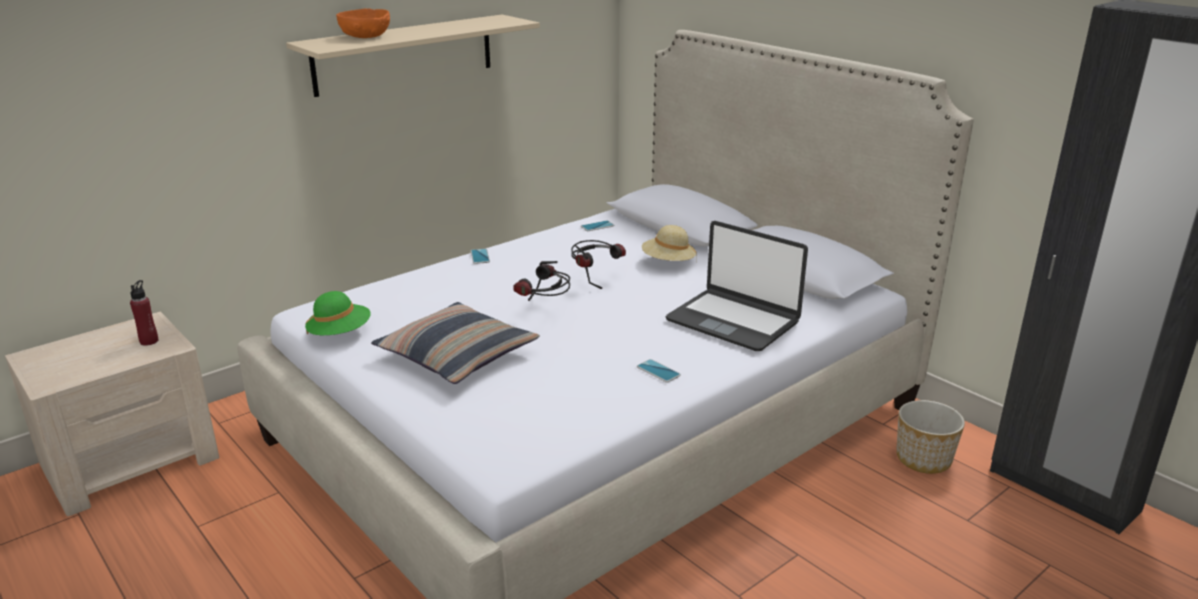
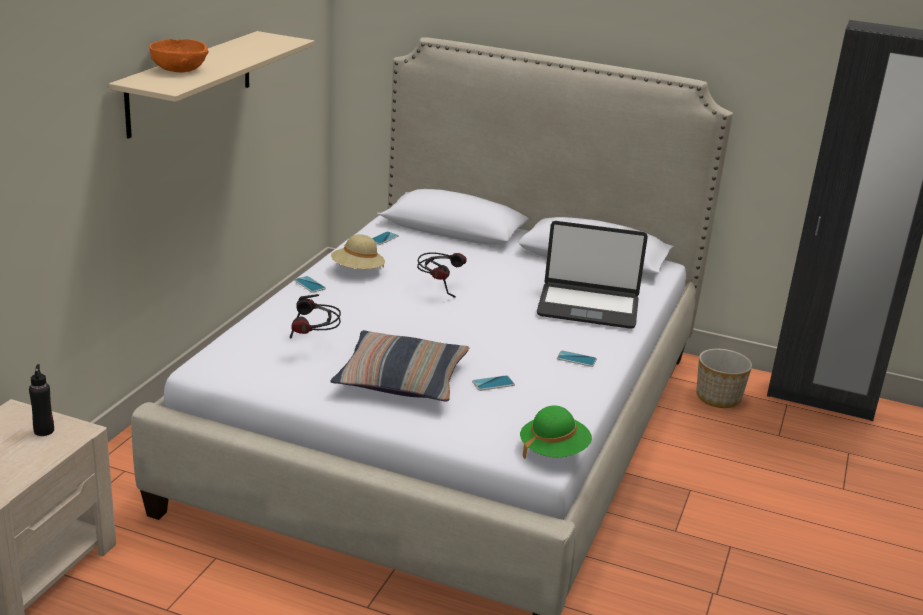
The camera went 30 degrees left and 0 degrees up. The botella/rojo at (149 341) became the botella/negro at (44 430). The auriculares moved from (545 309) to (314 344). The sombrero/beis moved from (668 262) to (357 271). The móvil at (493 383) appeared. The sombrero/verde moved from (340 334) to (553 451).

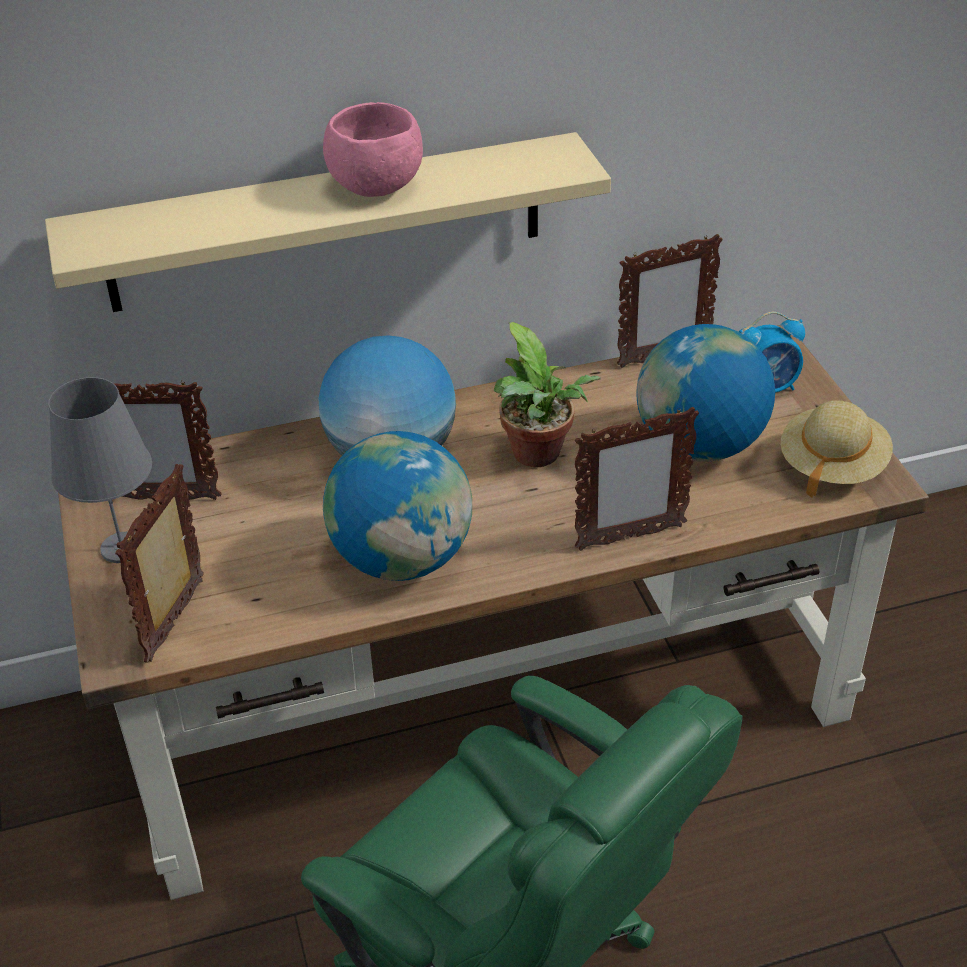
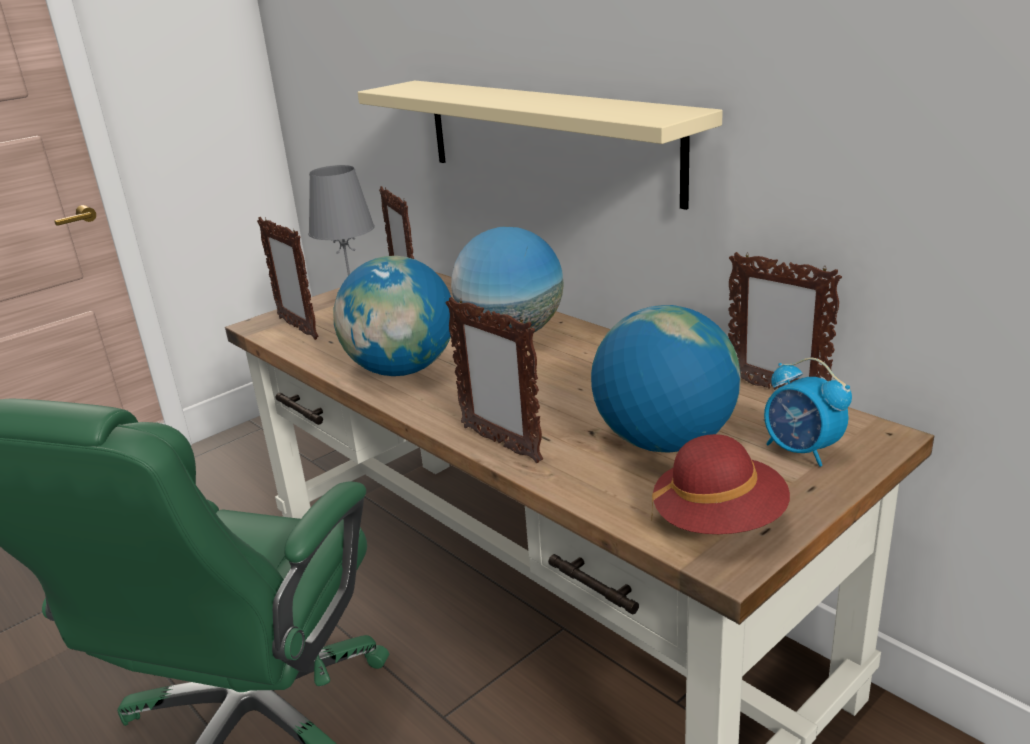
The camera went 65 degrees right and 15 degrees down. The portarretratos at (177 620) turned 120 degrees counterclockwise. The sombrero/beis at (832 466) became the sombrero/rojo at (719 521). The cuenco/rosa at (376 188) disappeared. The planta en maceta at (539 456) disappeared.

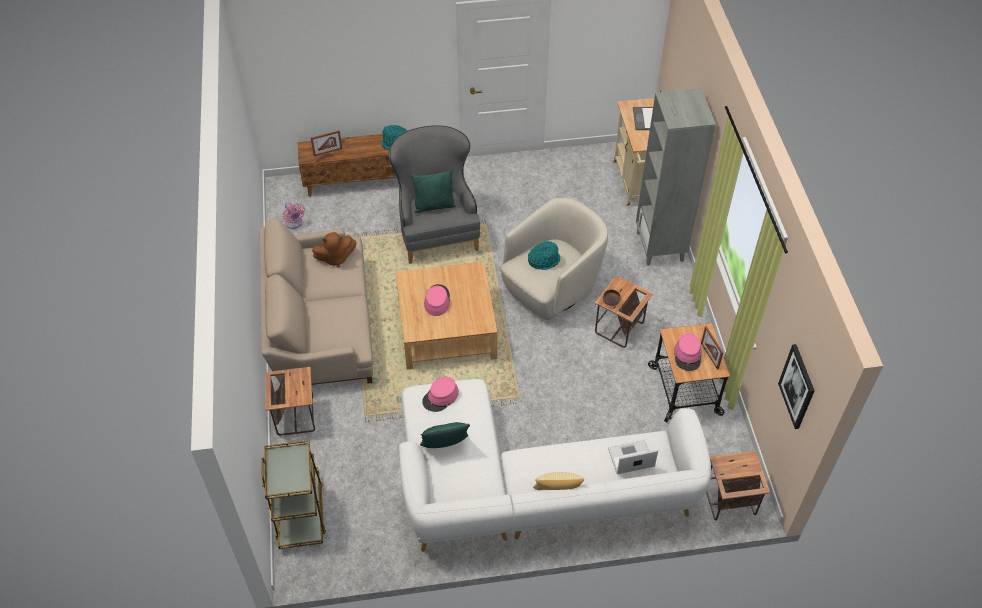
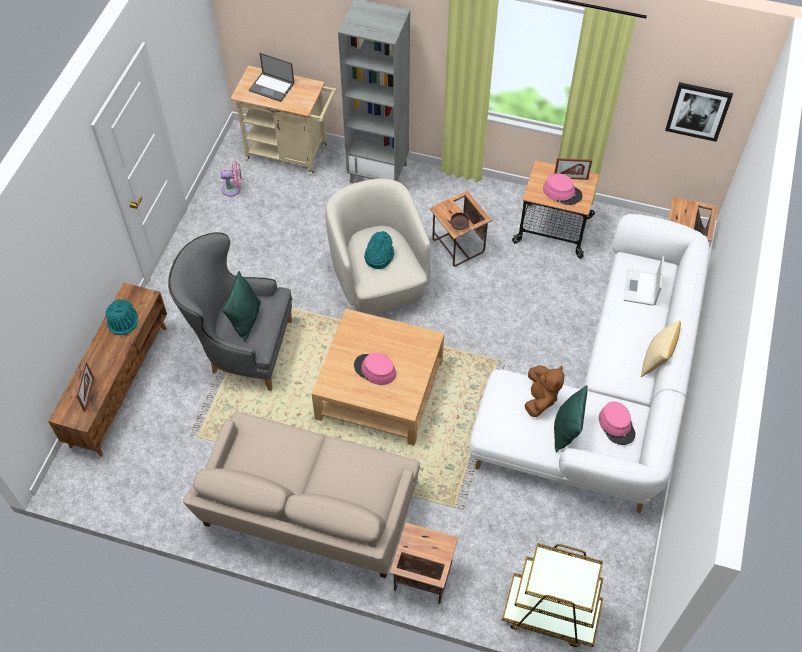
The camera went 65 degrees left and 5 degrees up. The ventilador/rosa moved from (294 223) to (233 189). The peluche/marrón moved from (335 258) to (540 398). The sombrero/rosa moved from (440 397) to (617 425).

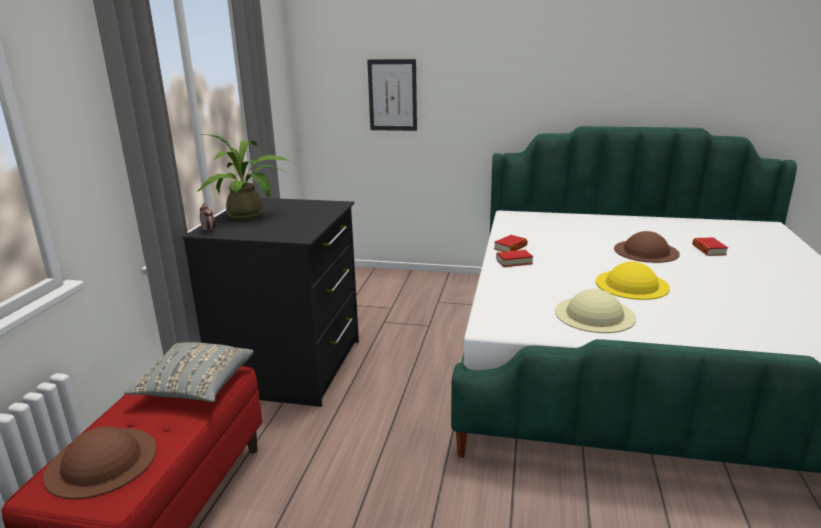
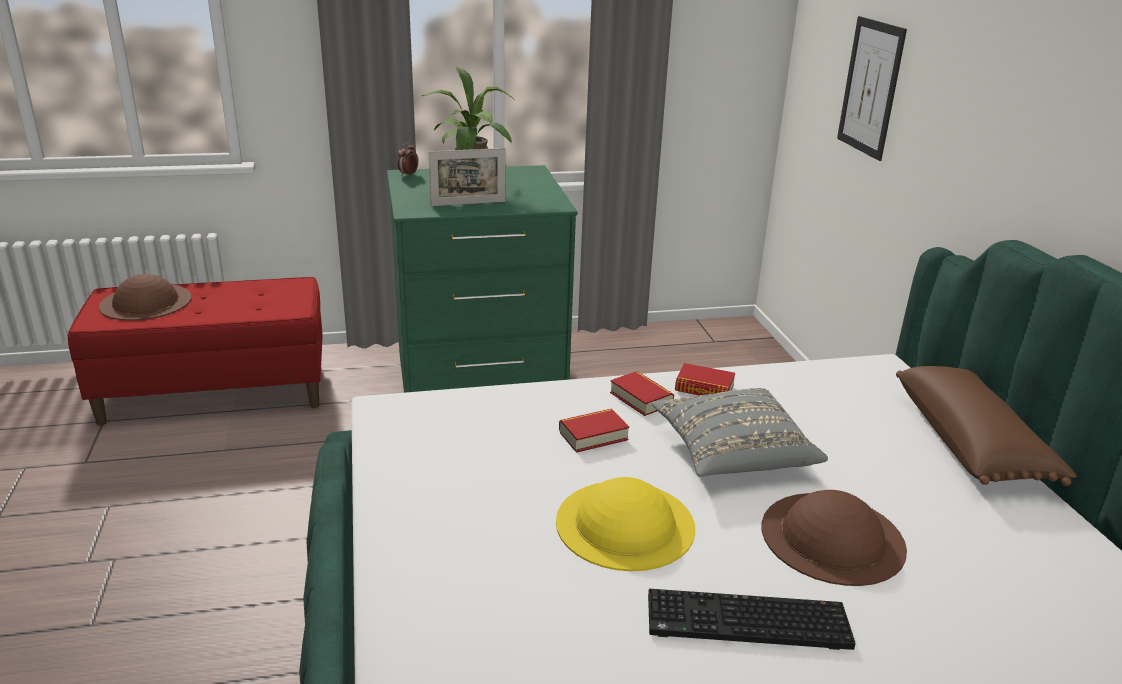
The camera went 65 degrees right and 5 degrees up. The cómoda/negro at (292 366) became the cómoda/verde at (480 381). The portarretratos at (468 203) appeared. The libro moved from (709 250) to (593 436). The teclado at (745 624) appeared. The cojín/gris moved from (195 387) to (732 453). The cojín/marrón at (971 444) appeared. The sombrero/beis at (594 314) disappeared.

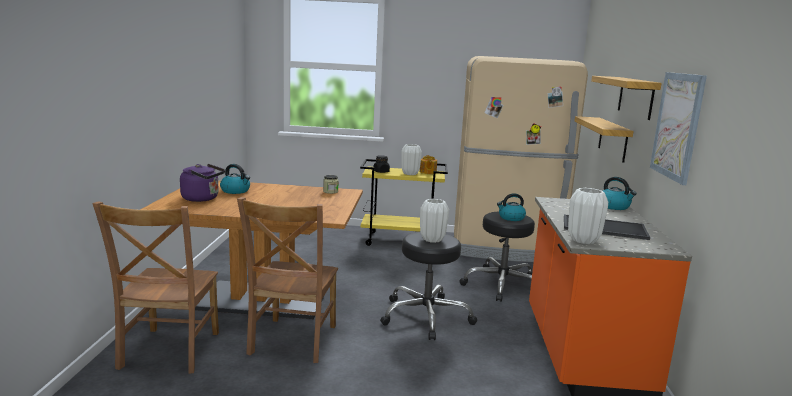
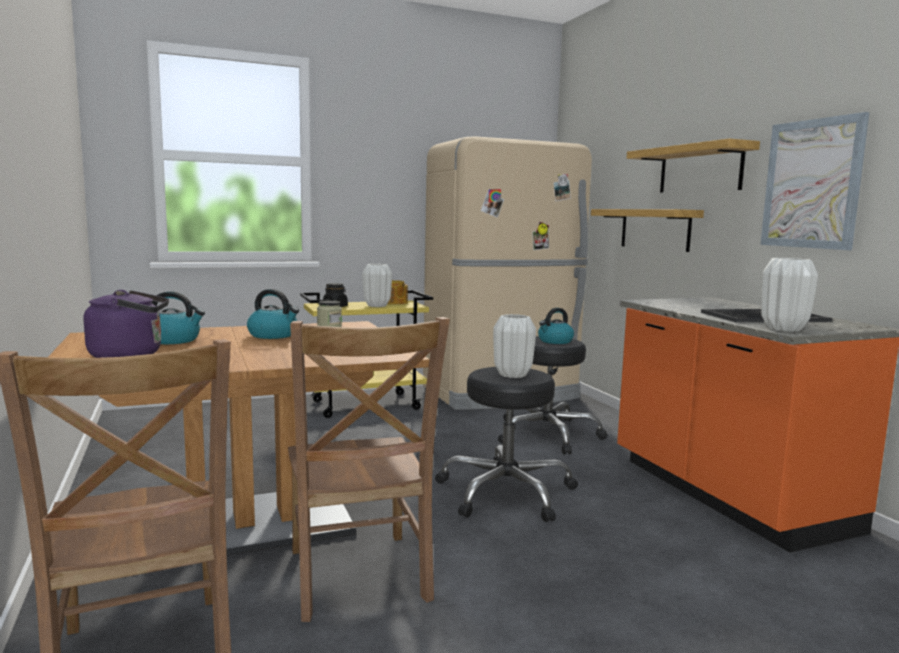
The camera went 25 degrees left and 5 degrees down. The hervidor moved from (614 206) to (273 335).

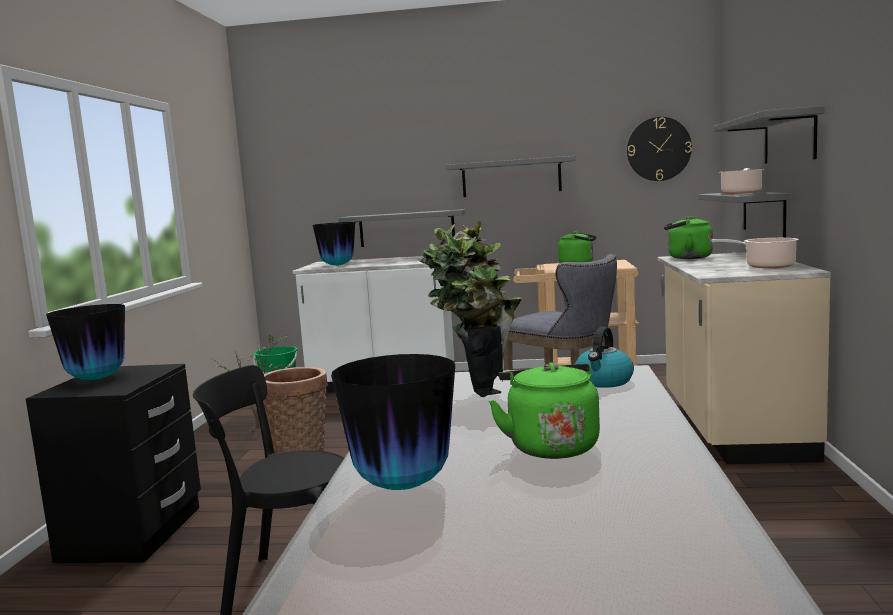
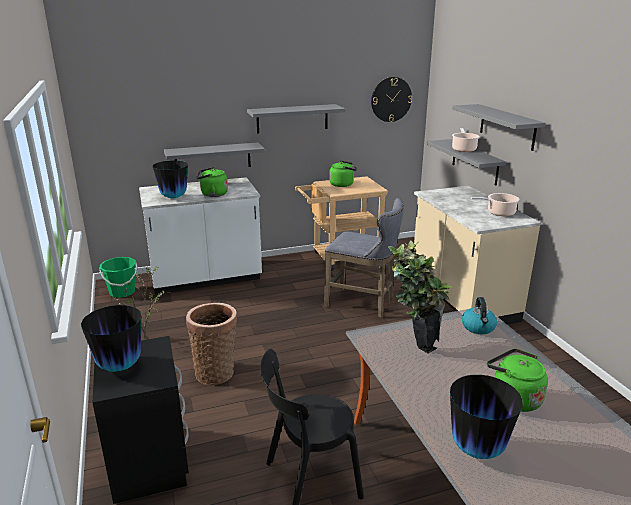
The camera went 25 degrees left and 15 degrees up. The hervidor/verde moved from (687 258) to (212 194).

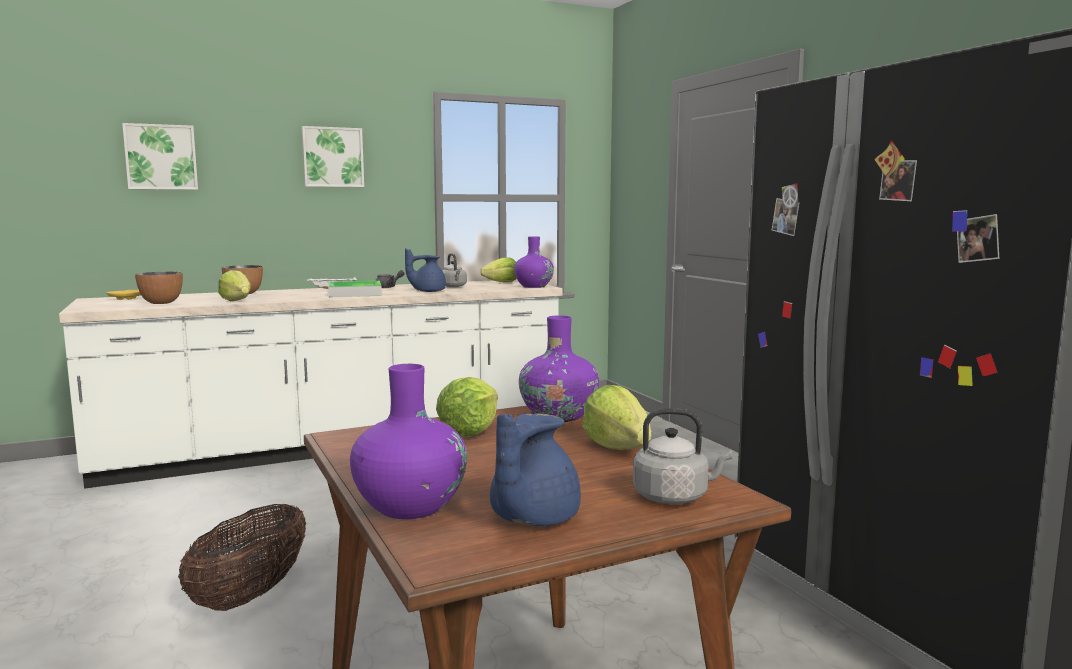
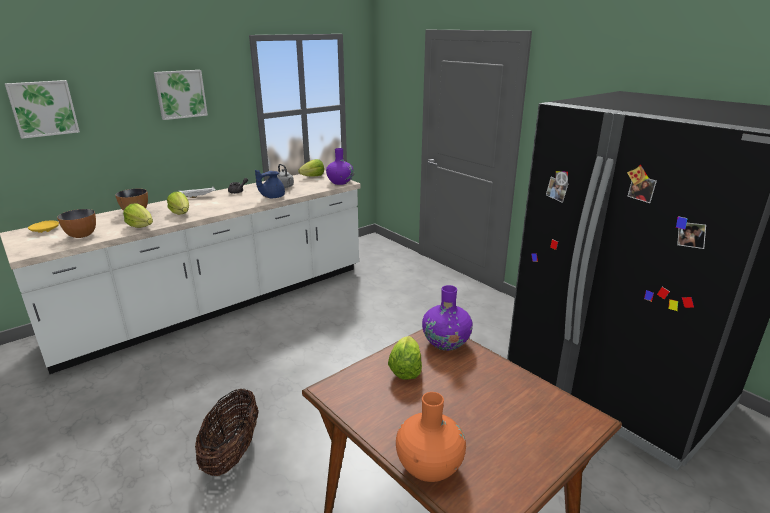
The camera went 15 degrees left and 15 degrees up. The lechuga moved from (618 447) to (181 213). The florero/morado at (410 506) became the florero/naranja at (429 466). The bandeja at (355 293) disappeared. The tetera/azul at (531 518) disappeared. The hervidor/gris at (674 497) disappeared.

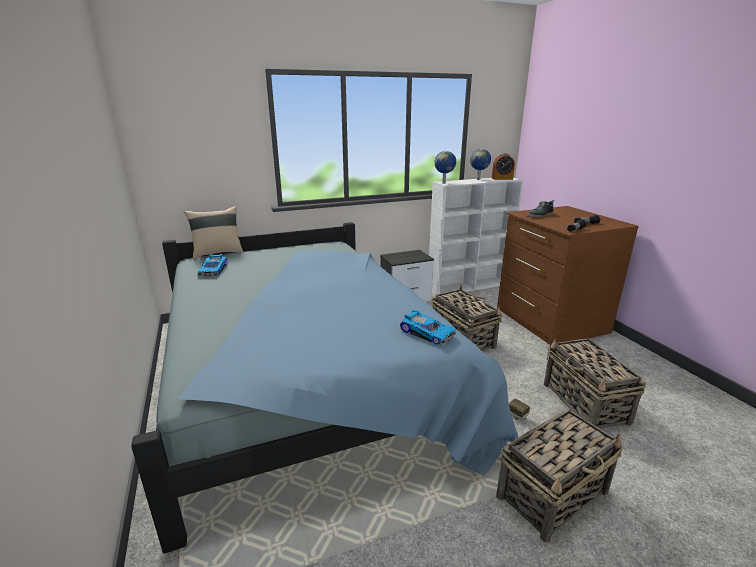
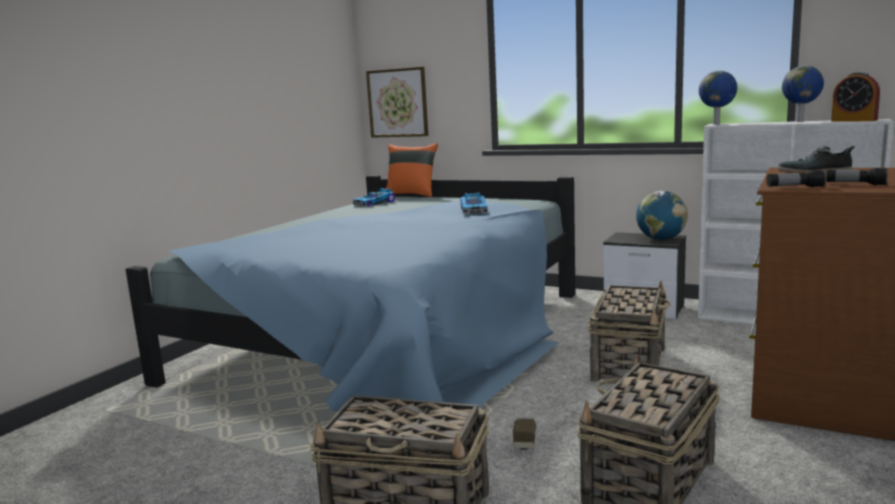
The camera went 50 degrees right and 10 degrees down. The cuadro at (398 103) appeared. The cojín/beis at (217 253) became the cojín/naranja at (412 195). The coche de juguete moved from (428 332) to (474 210). The globo terráqueo at (661 239) appeared.

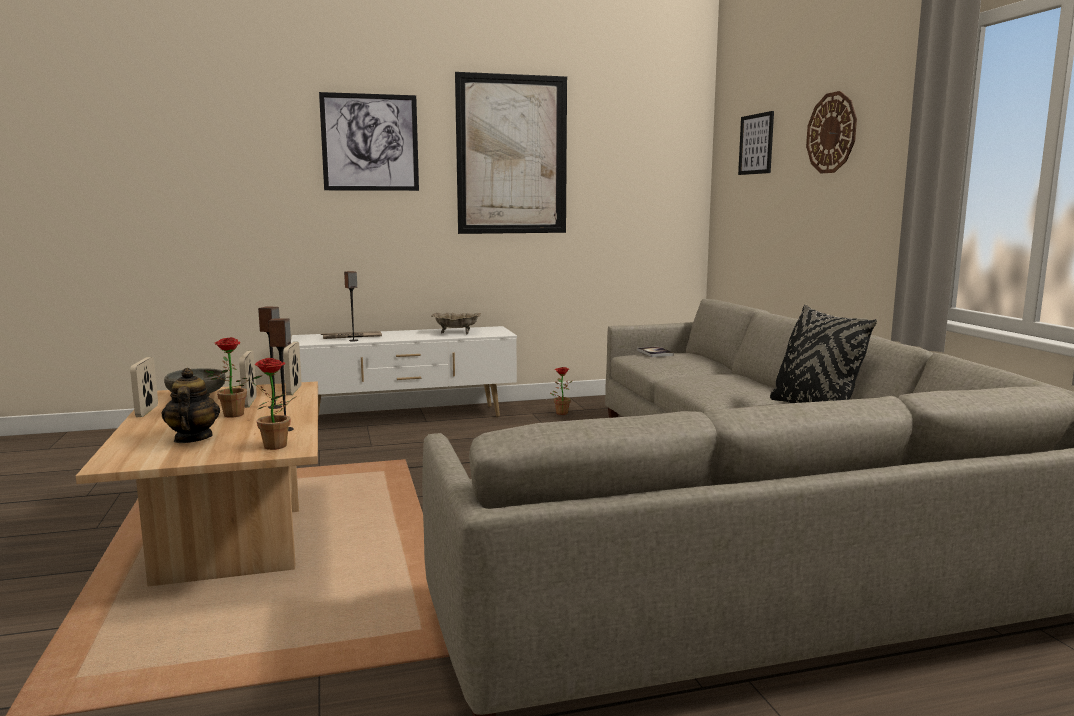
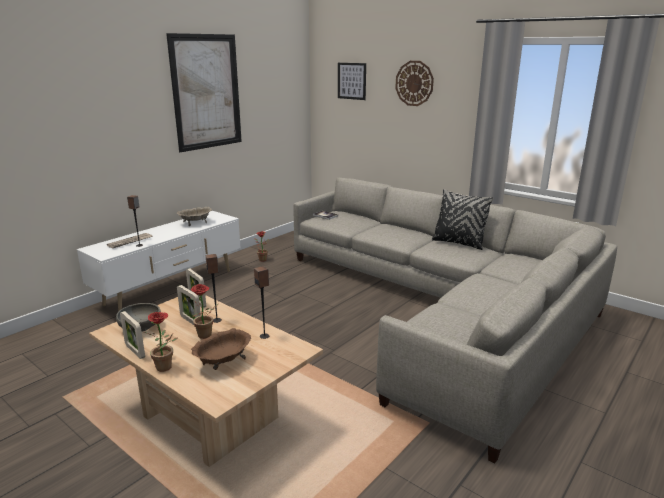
The camera went 35 degrees left and 10 degrees up. The planta en maceta moved from (277 447) to (167 367). The tetera at (192 438) was replaced by the cuenco/marrón at (223 362). The cuadro at (370 142) disappeared.

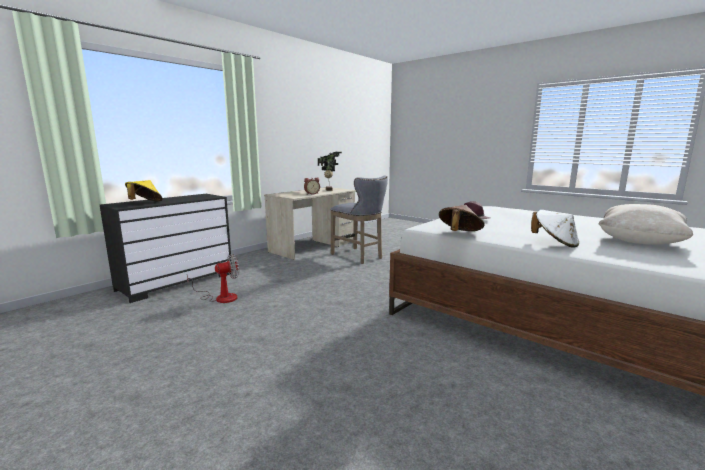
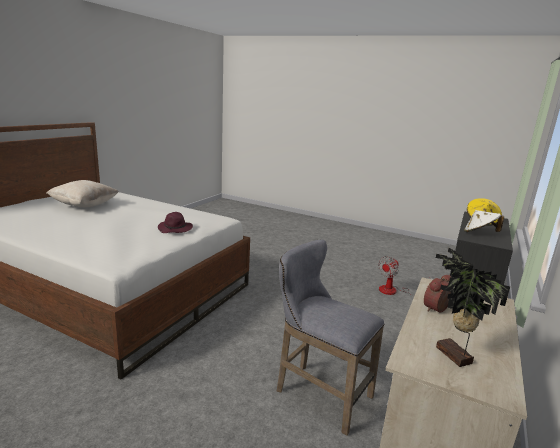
The camera went 165 degrees right and 5 degrees up. The sombrero/blanco moved from (554 243) to (479 233). The sombrero/marrón at (459 234) disappeared.

